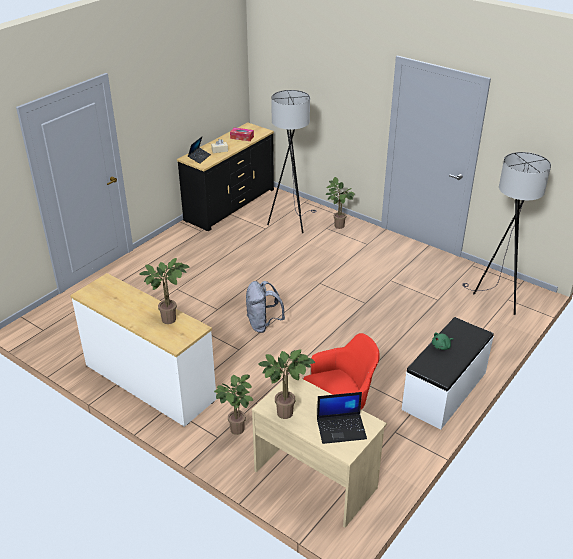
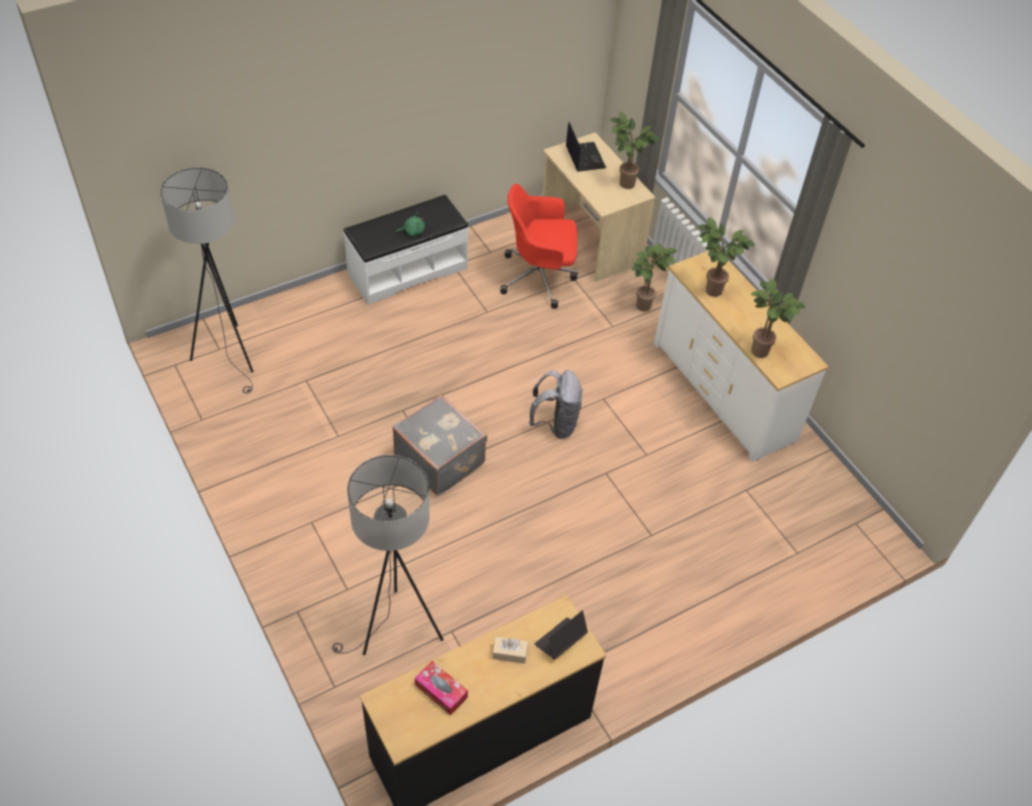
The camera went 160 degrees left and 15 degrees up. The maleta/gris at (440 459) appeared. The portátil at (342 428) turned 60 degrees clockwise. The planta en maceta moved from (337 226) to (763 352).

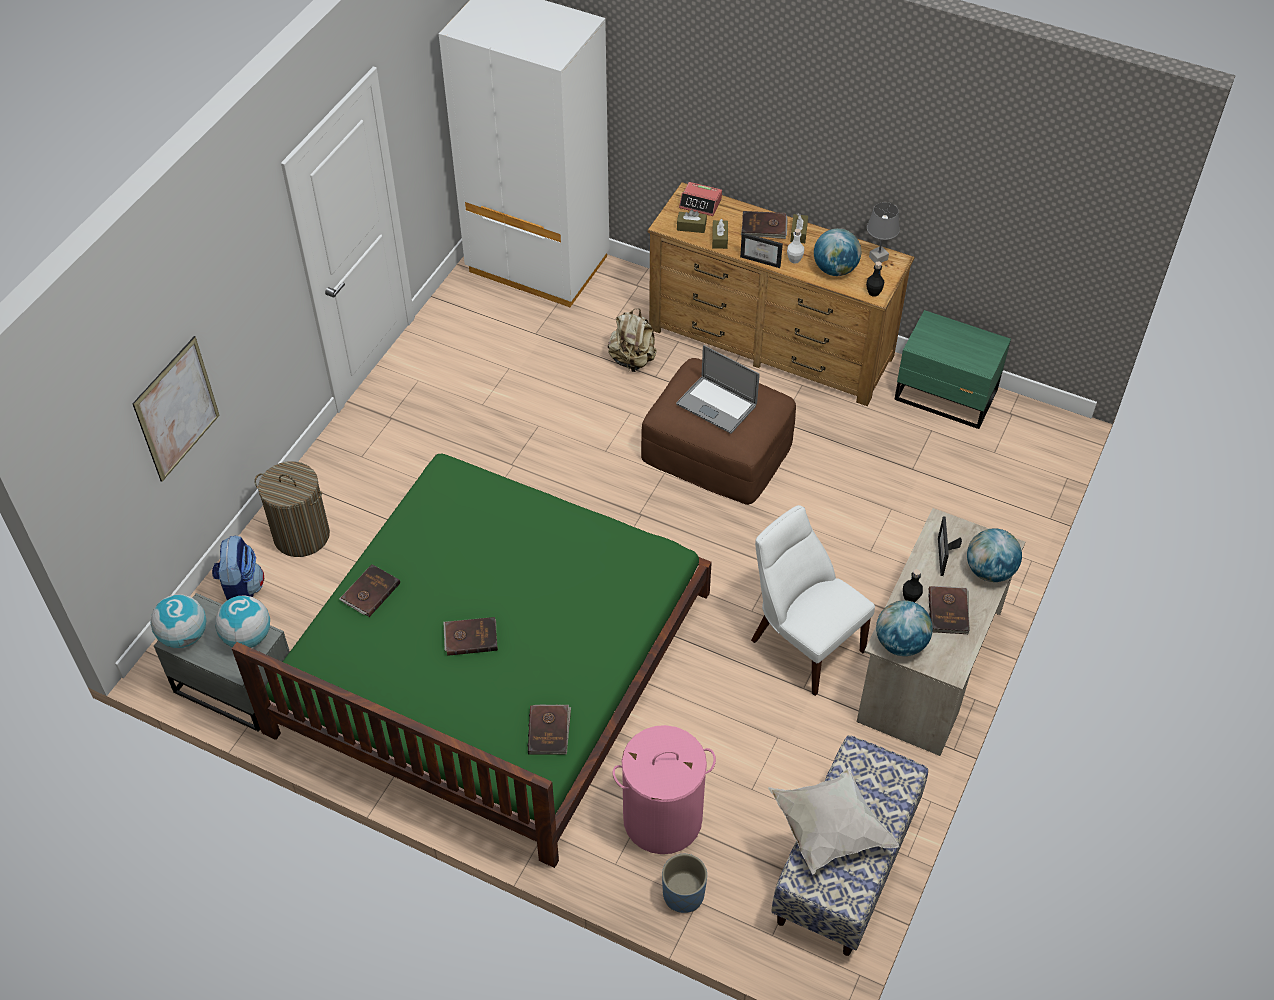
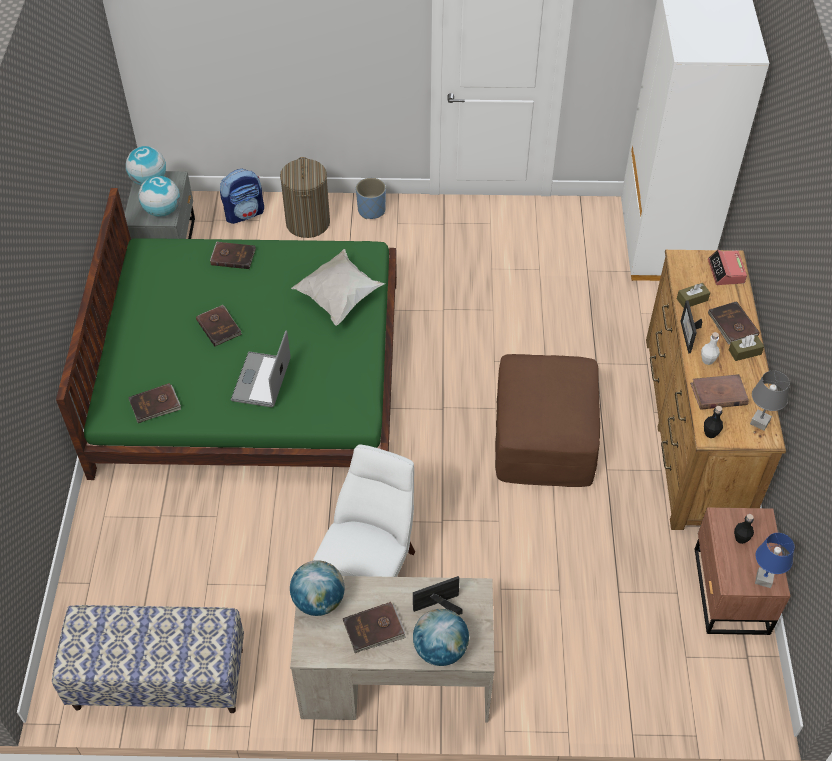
The camera went 65 degrees right and 0 degrees up. The portátil moved from (716 405) to (261 380). The cojín/blanco moved from (828 829) to (339 297). The maceta/azul moved from (683 894) to (371 210). The globo terráqueo at (835 269) was replaced by the libro/marrón at (718 394). The mesita de noche/verde at (946 397) became the mesita de noche/marrón at (729 592). The botella/negro moved from (910 598) to (741 538). The lámpara de mesa/azul at (764 579) appeared. The cuadro at (177 409) disappeared. The mochila/beis at (632 360) disappeared. The cesto de la ropa/rosa at (662 819) disappeared. The caja de pañuelos/marrón at (691 227) disappeared.

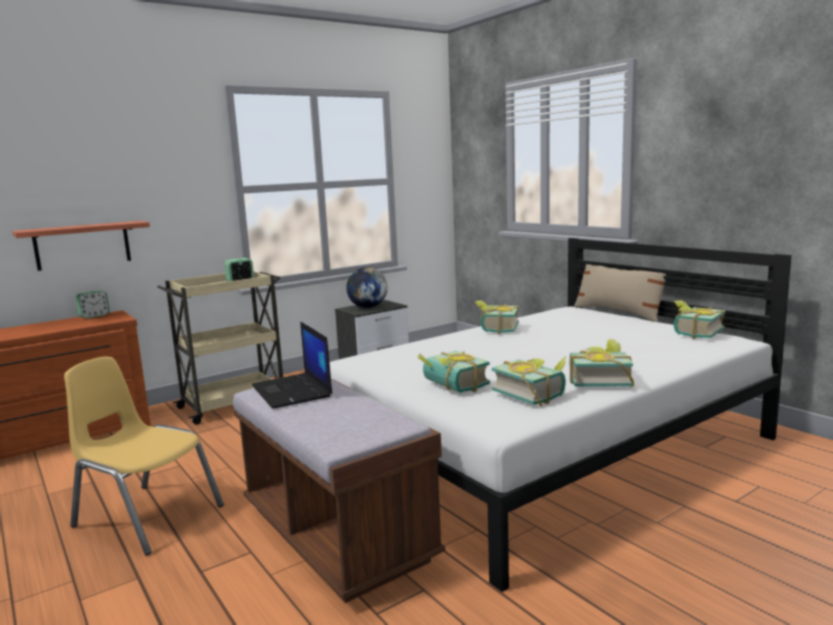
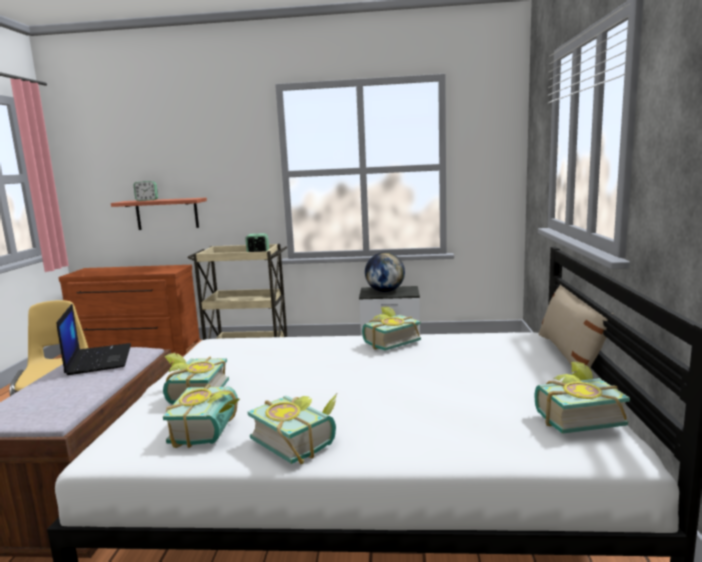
The camera went 40 degrees right and 0 degrees up. The portátil at (293 391) turned 150 degrees clockwise. The despertador moved from (94 316) to (147 200).

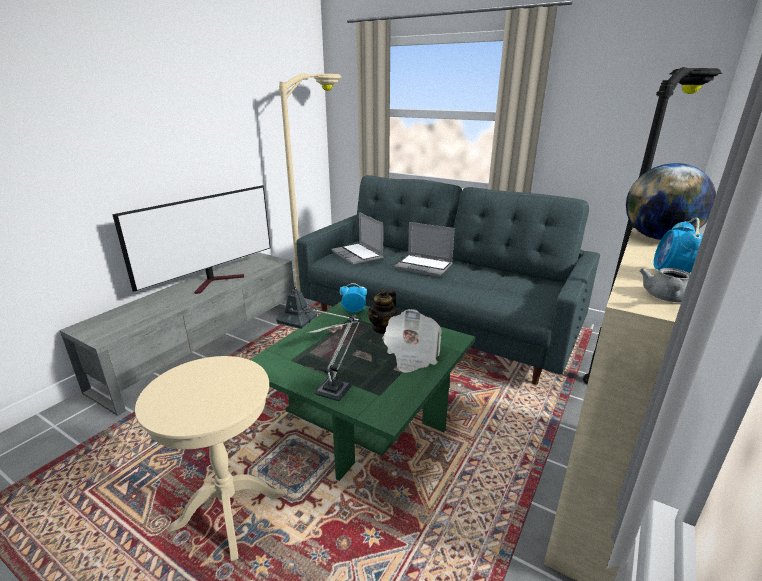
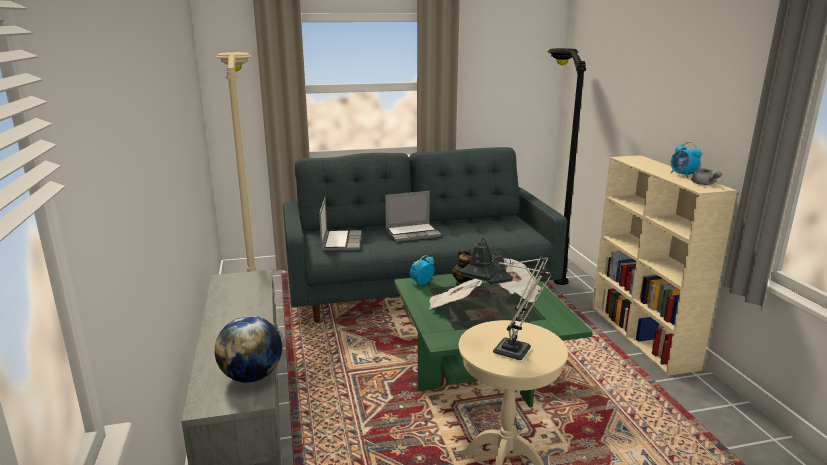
The camera went 45 degrees left and 5 degrees down. The globo terráqueo moved from (659 238) to (252 376). The portátil at (358 255) turned 105 degrees counterclockwise. The lámpara de mesa at (503 348) appeared. The televisor at (217 281) disappeared.

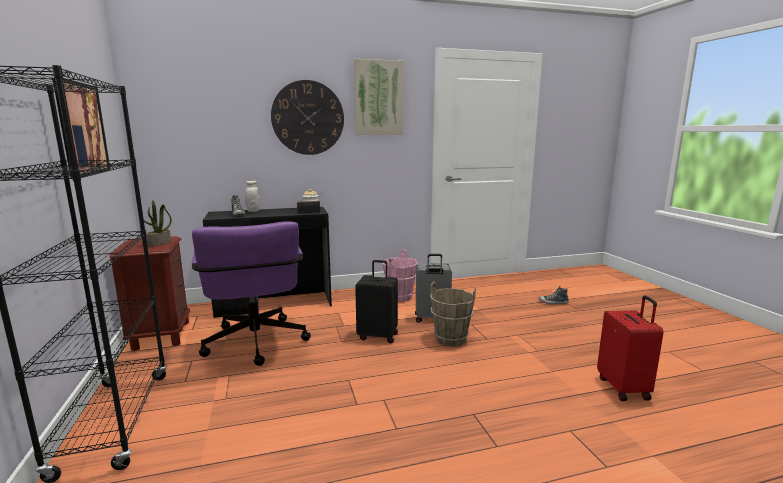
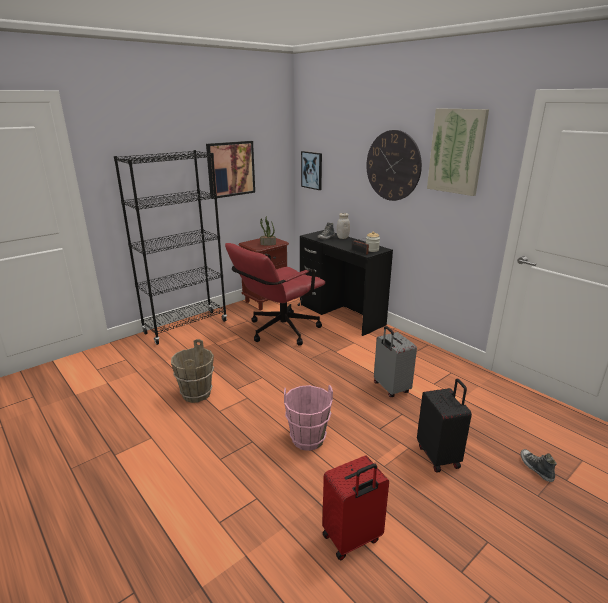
The camera went 65 degrees right and 10 degrees up. The cubo/marrón moved from (450 339) to (196 394). The silla de oficina/morado at (256 346) became the silla de oficina/rojo at (278 331). The cubo/rosa moved from (400 297) to (308 439). The cuadro at (312 170) appeared. The maleta/negro moved from (378 336) to (439 456).

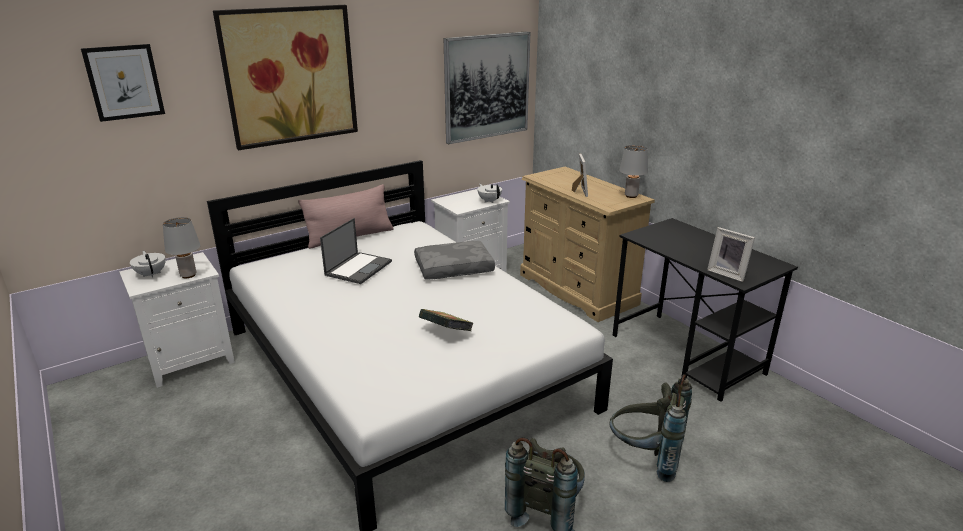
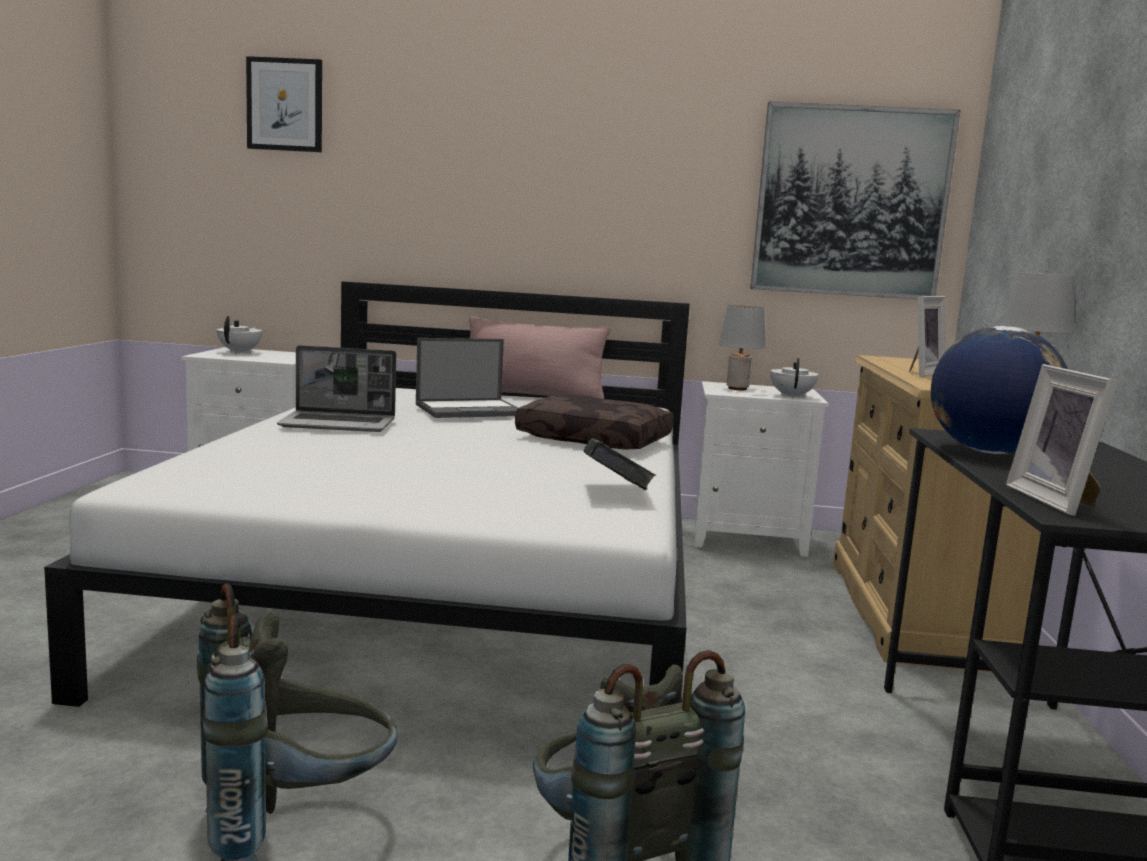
The camera went 40 degrees right and 15 degrees down. The portátil at (340 424) appeared. The cojín/gris at (454 268) became the cojín/marrón at (596 439). The libro moved from (446 333) to (616 493). The lámpara de mesa/gris moved from (188 275) to (737 388). The globo terráqueo at (988 452) appeared. The cuadro at (290 76) disappeared.

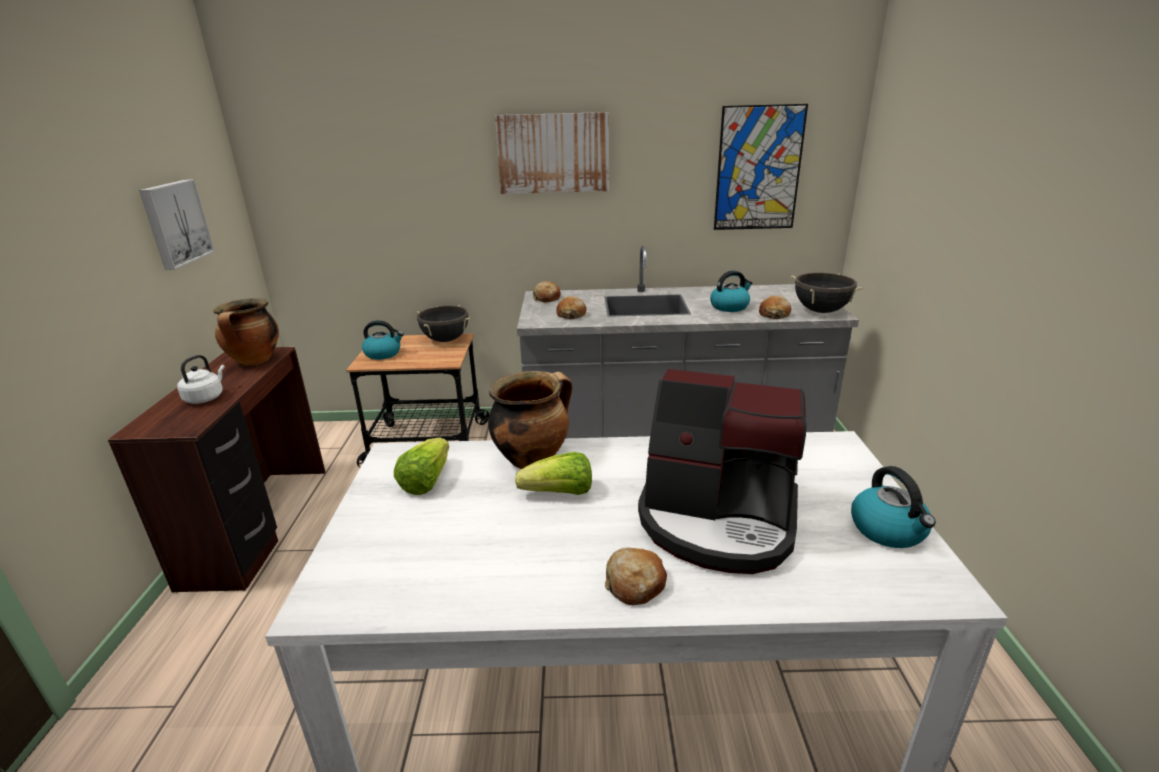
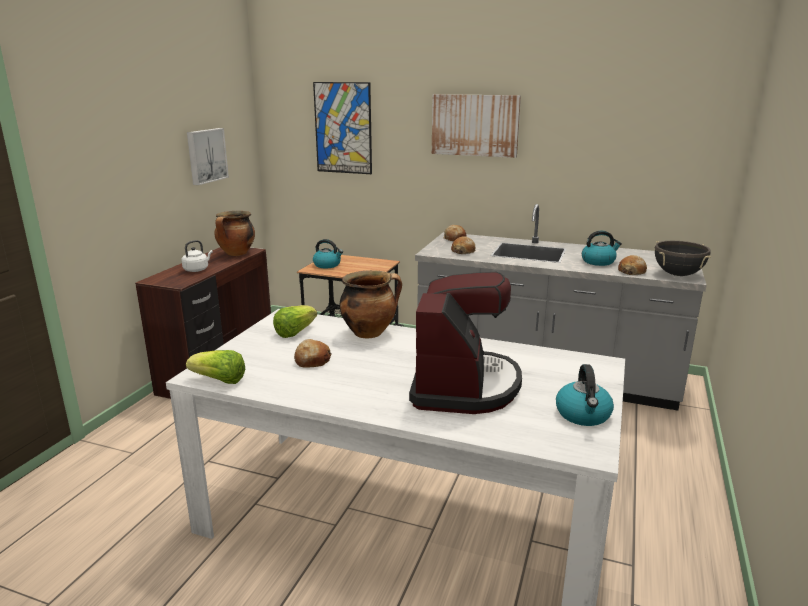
The camera went 20 degrees right and 5 degrees down. The lechuga moved from (559 493) to (219 381). The pan moved from (635 584) to (312 360). The cuadro moved from (758 169) to (343 128). The cafetera at (717 520) turned 120 degrees counterclockwise. The olla/negro at (446 340) disappeared.

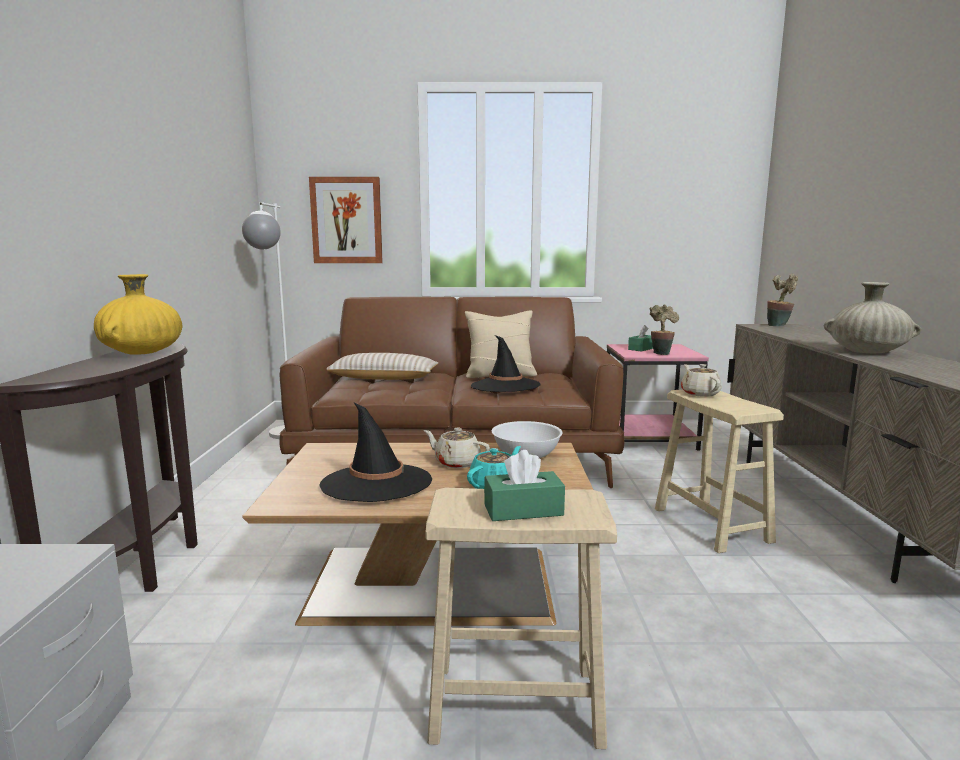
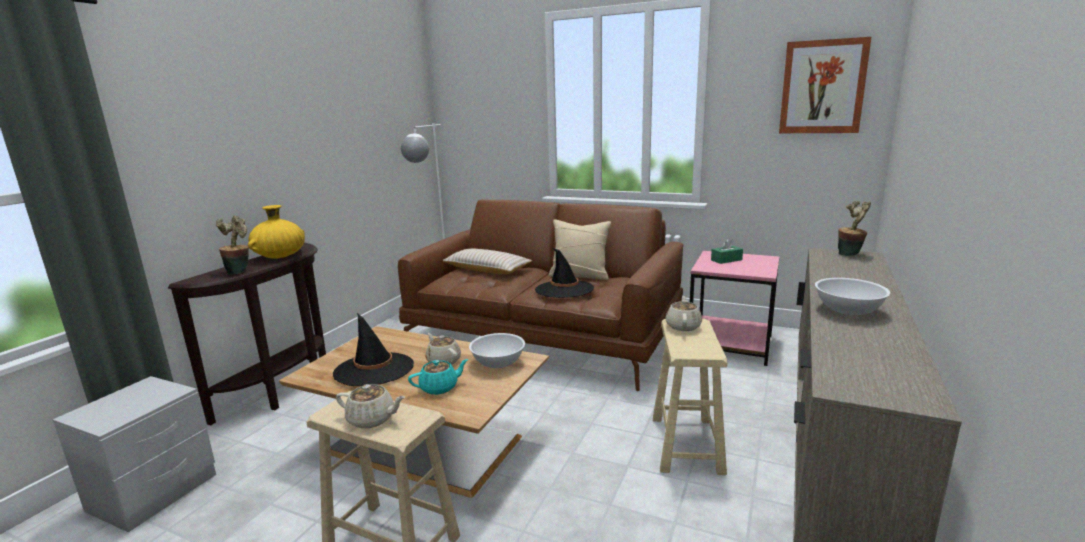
The camera went 25 degrees right and 5 degrees up. The planta en maceta moved from (661 353) to (239 271). The caja de pañuelos/verde at (523 510) was replaced by the tetera/beis at (372 419). The cuadro moved from (346 220) to (822 87). The florero/beis at (867 352) was replaced by the cuenco/blanco at (847 310).

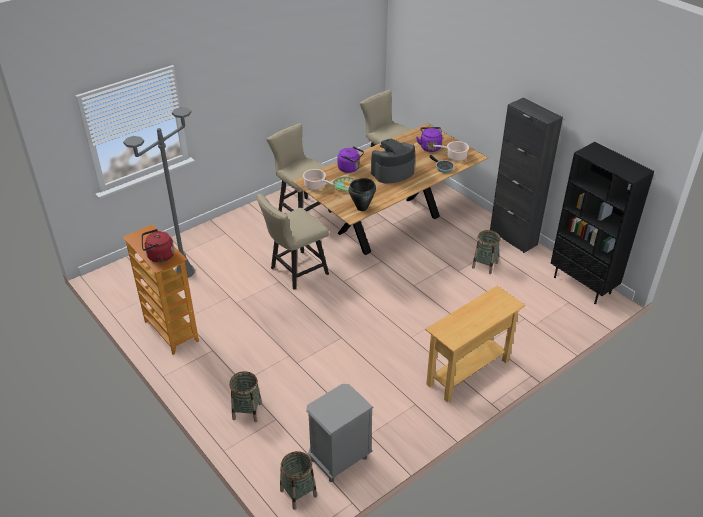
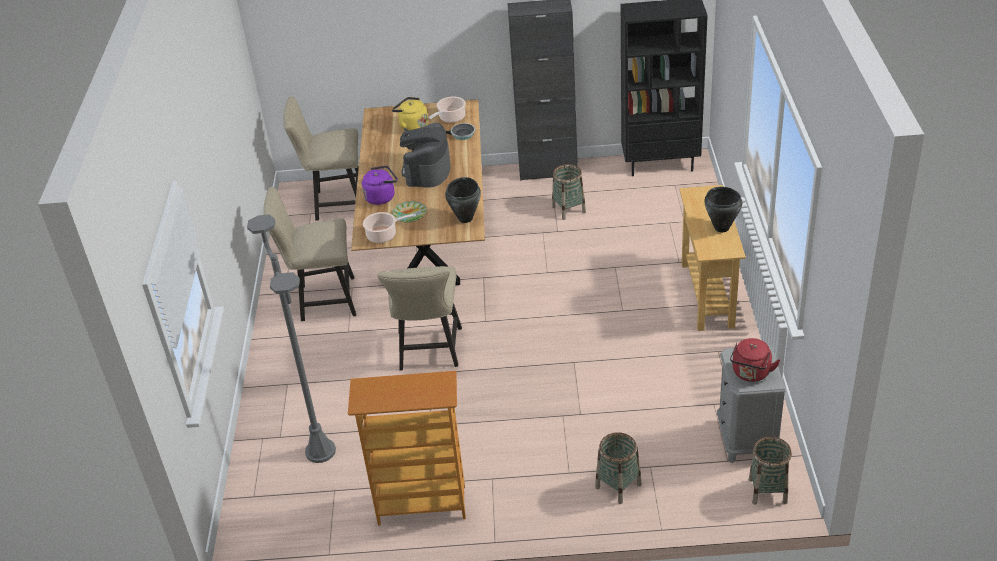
The camera went 50 degrees left and 0 degrees up. The hervidor/morado at (430 147) became the hervidor/amarillo at (412 126). The olla/negro at (721 228) appeared. The hervidor/rojo moved from (159 256) to (751 374).

